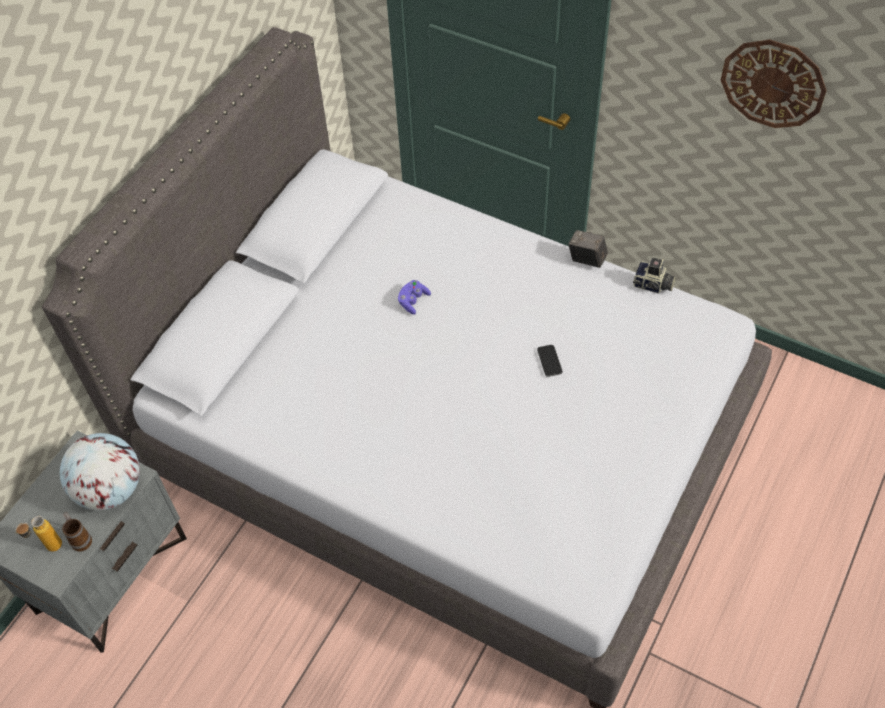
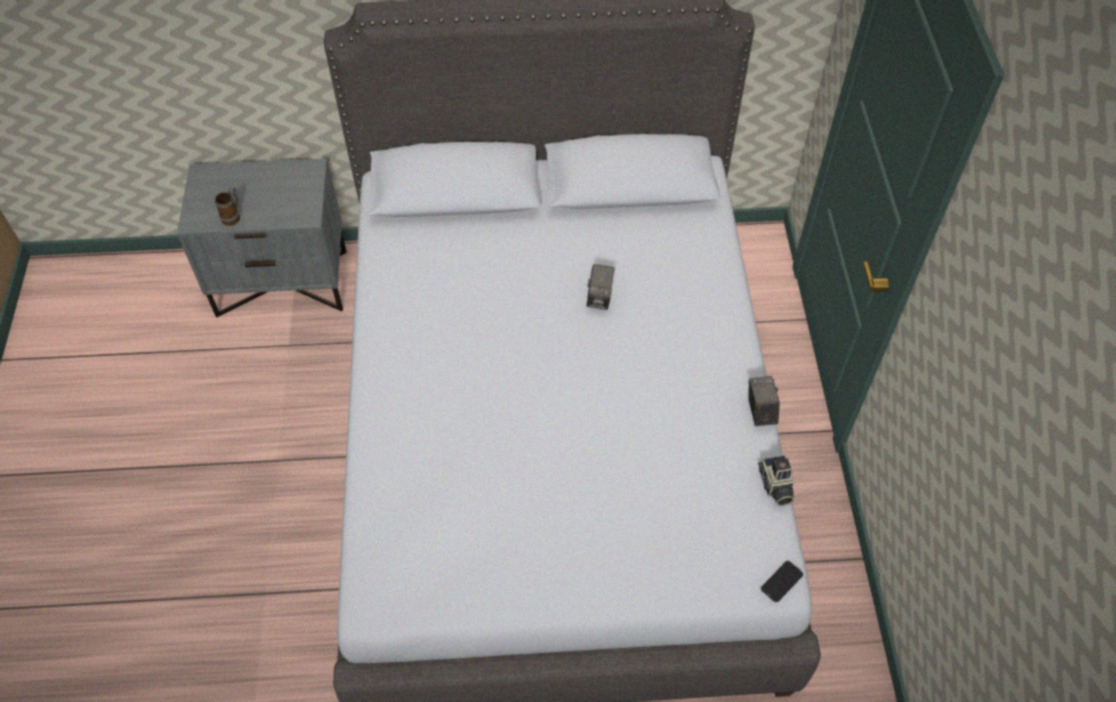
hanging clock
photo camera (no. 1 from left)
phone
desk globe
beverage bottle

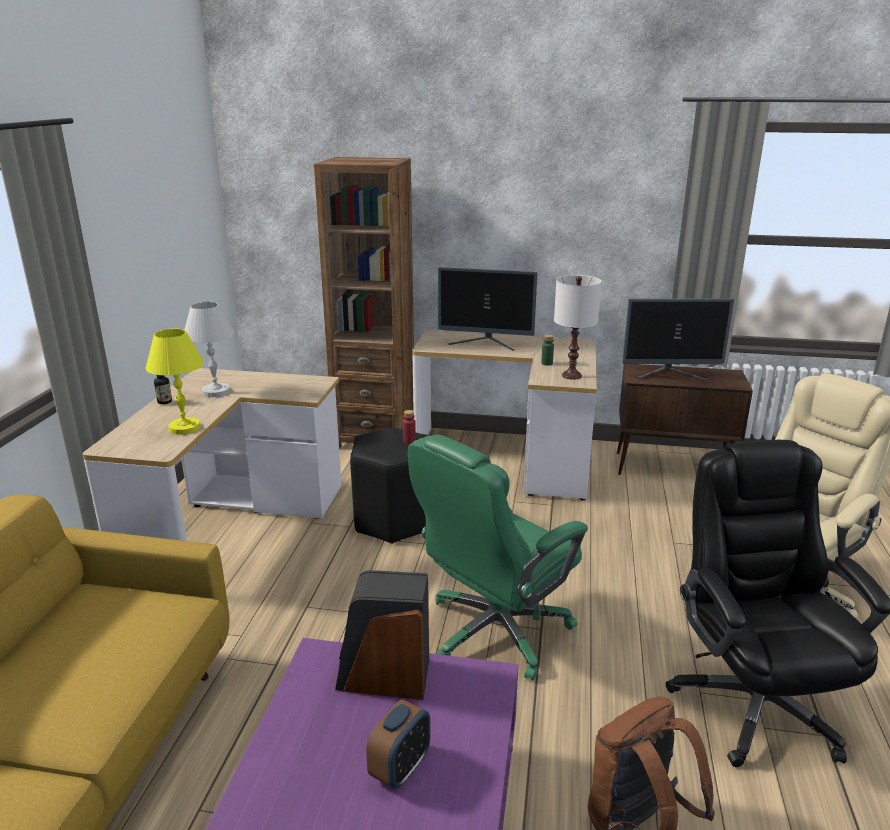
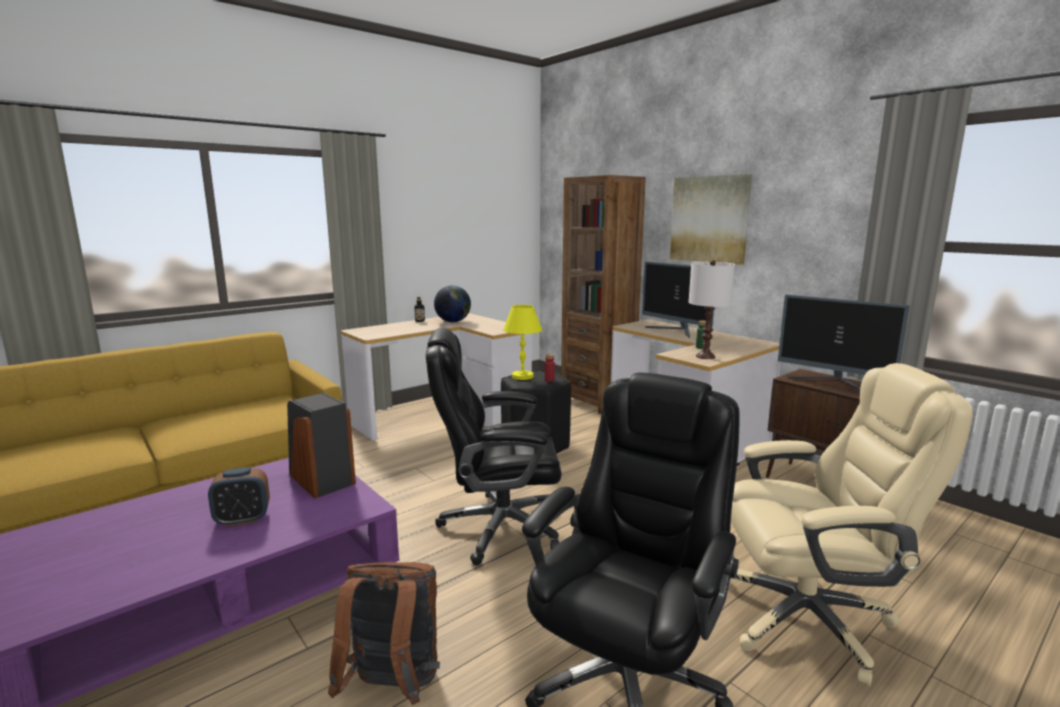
desk globe
yellow-coloured lamp for a table
black-coloured desk chair (no. 1 from left)
wall picture

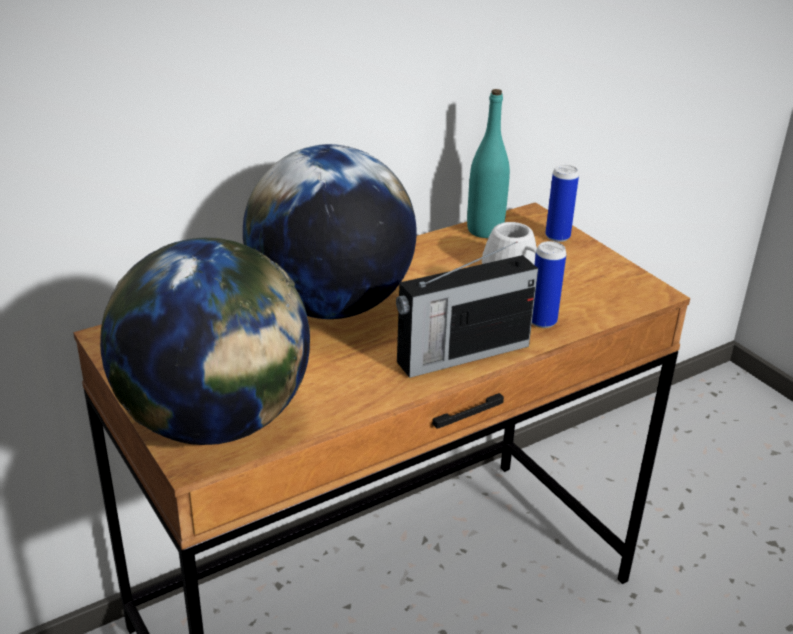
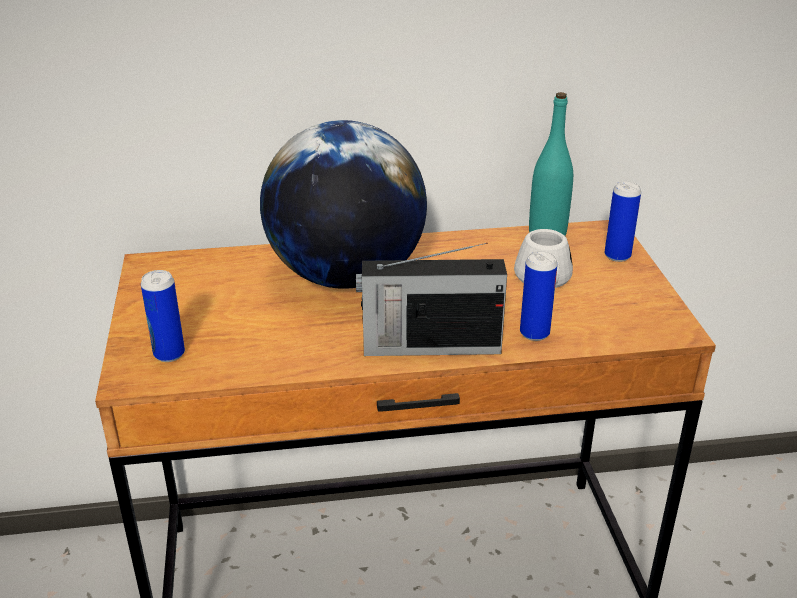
metal can (no. 1 from left)

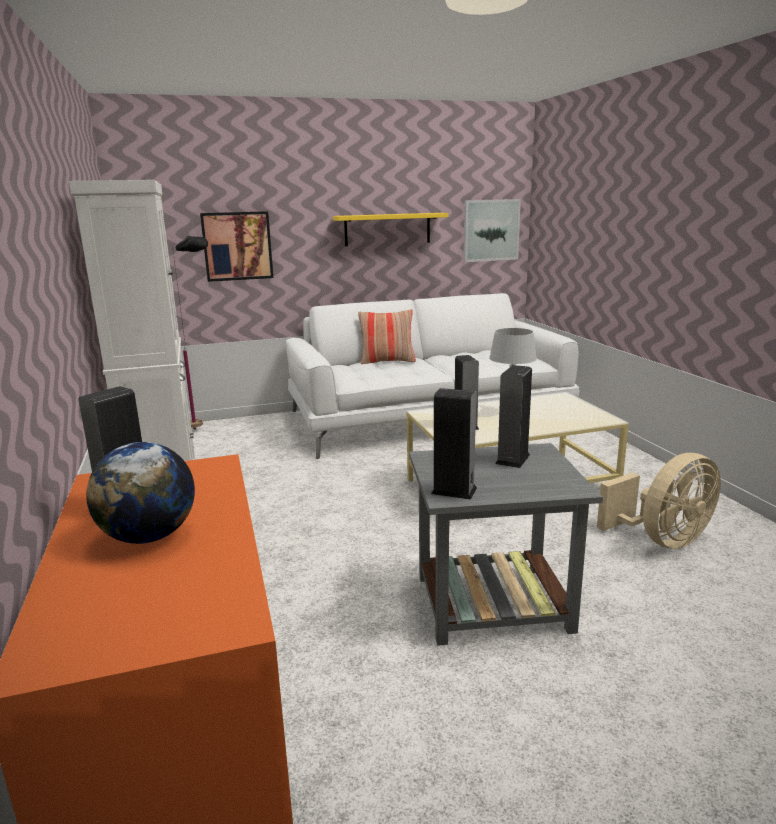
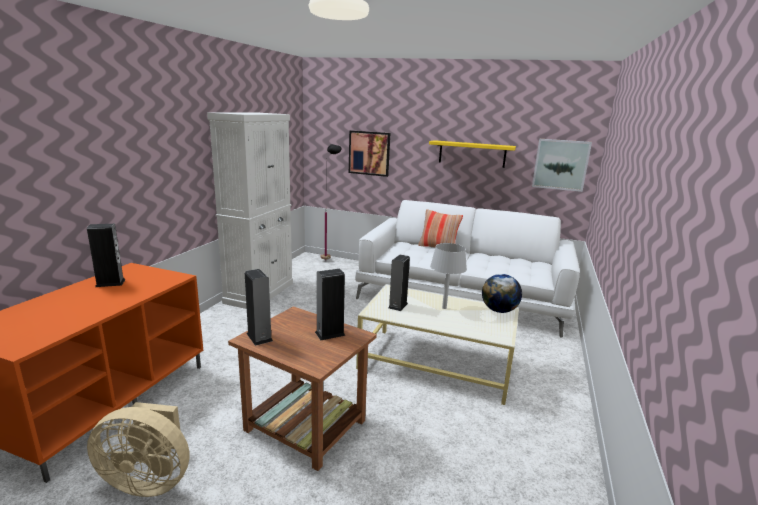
desk globe
brown side table
sand-coloured electric fan

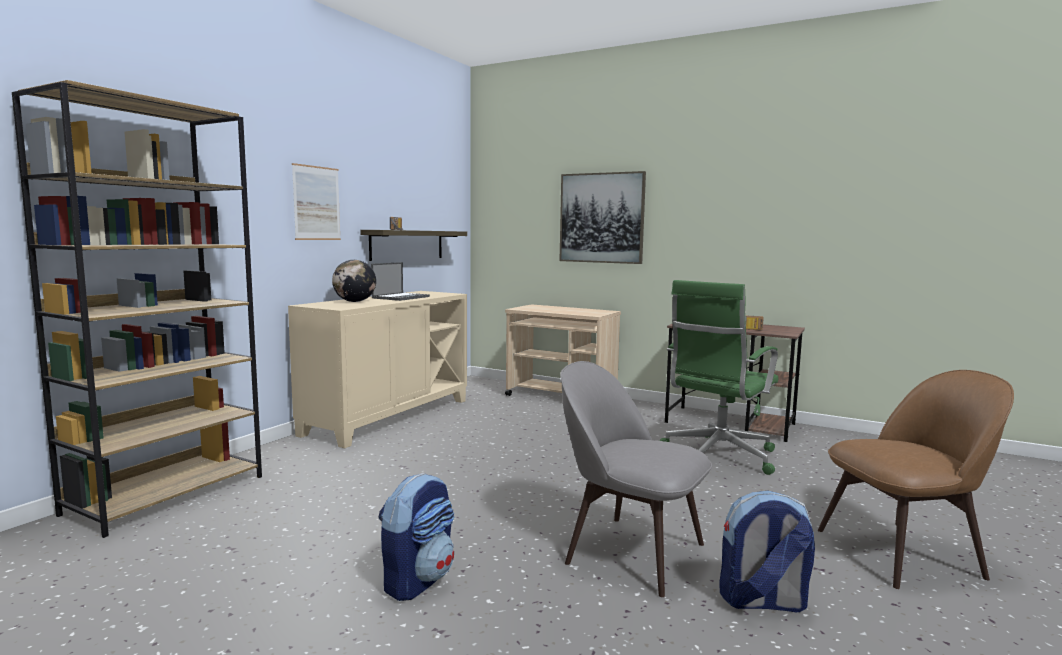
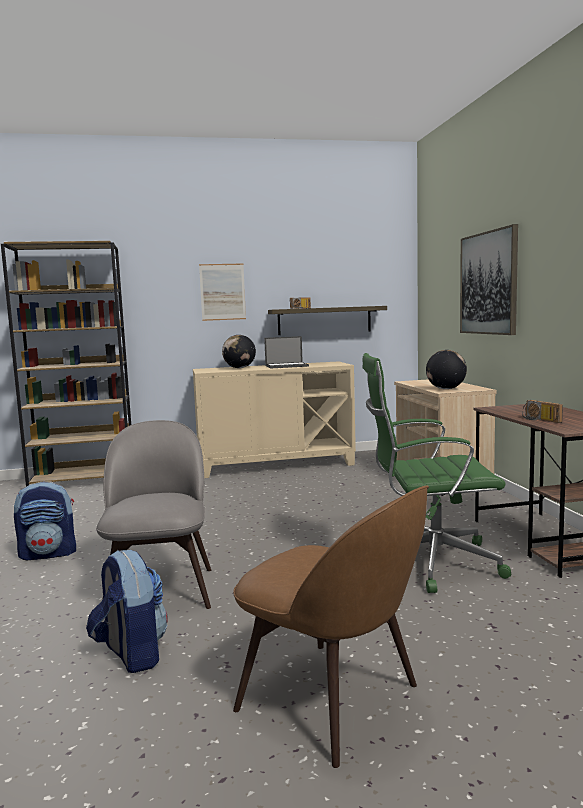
desk globe (no. 2 from left)

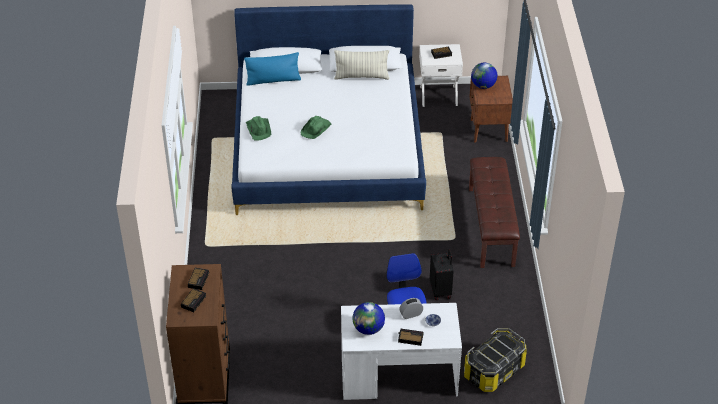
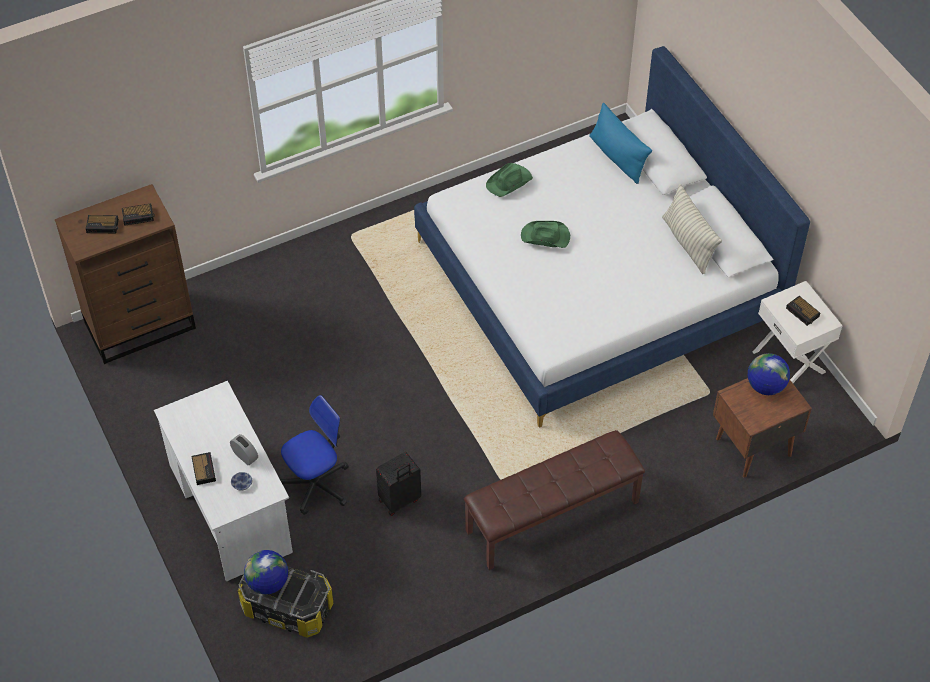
desk globe (no. 1 from left)

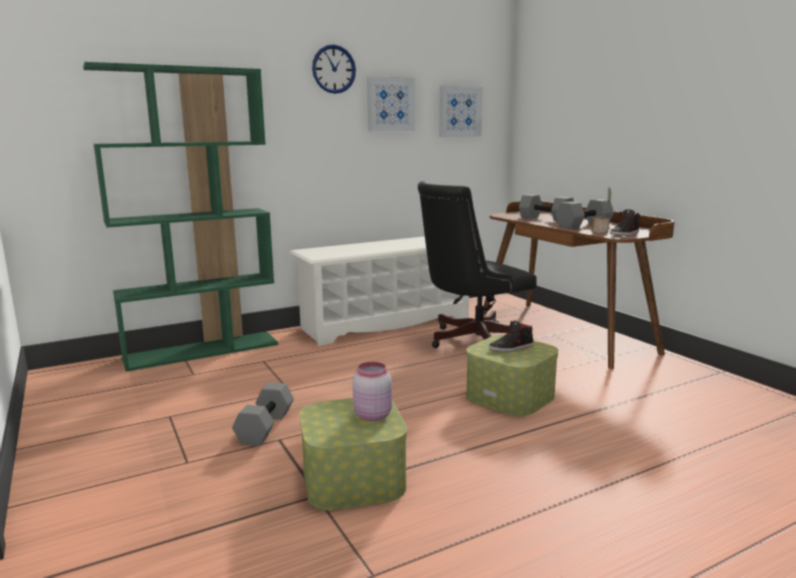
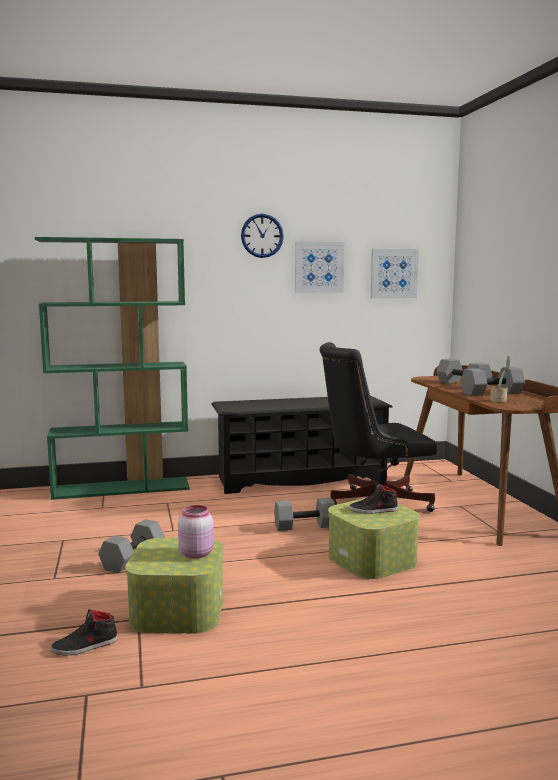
black-coloured low shoe (no. 1 from left)
black-coloured shoe stand
grey hand weight (no. 2 from left)

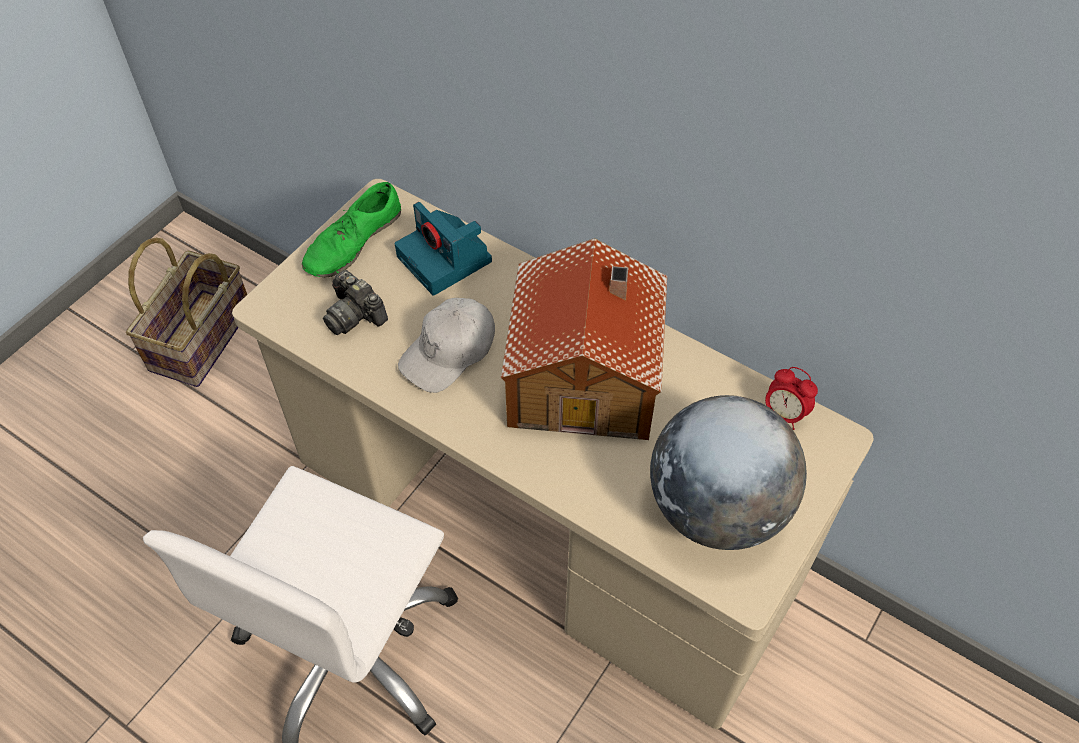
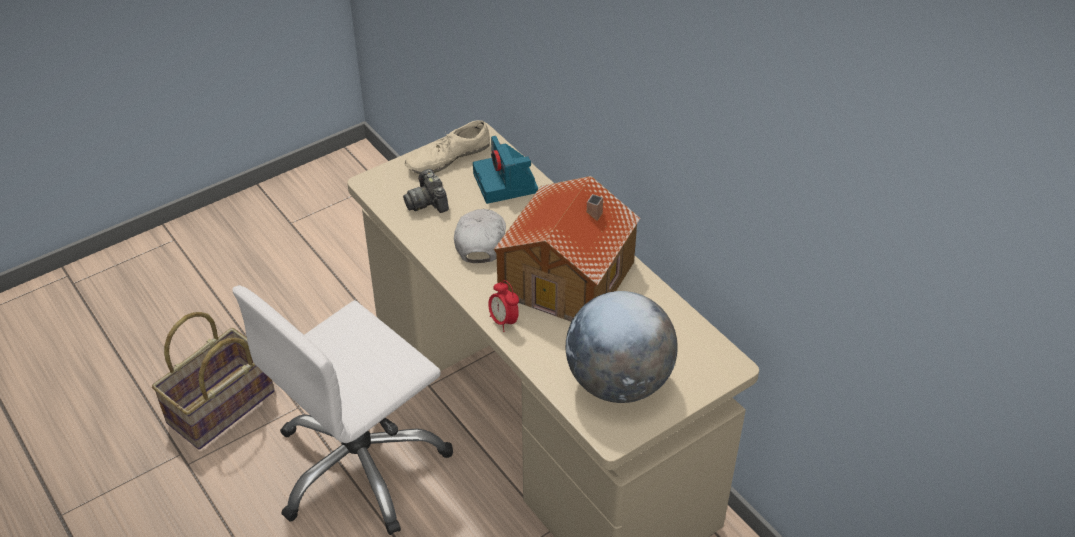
sand-coloured low shoe
household basket
white-coloured cap
table clock

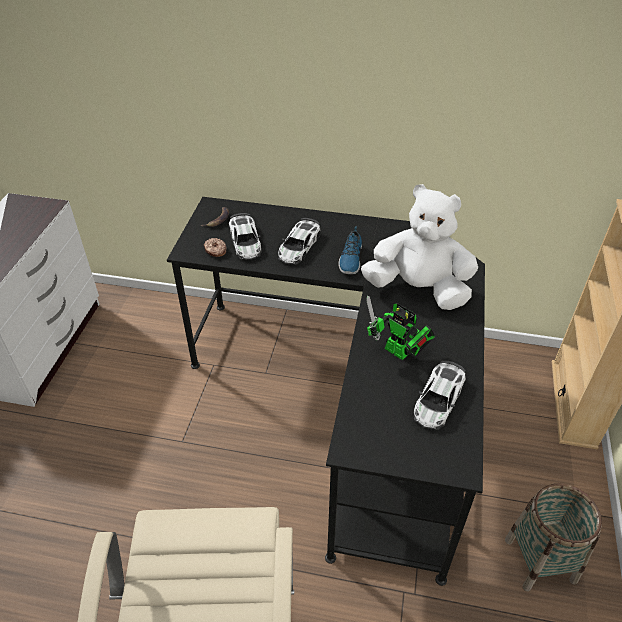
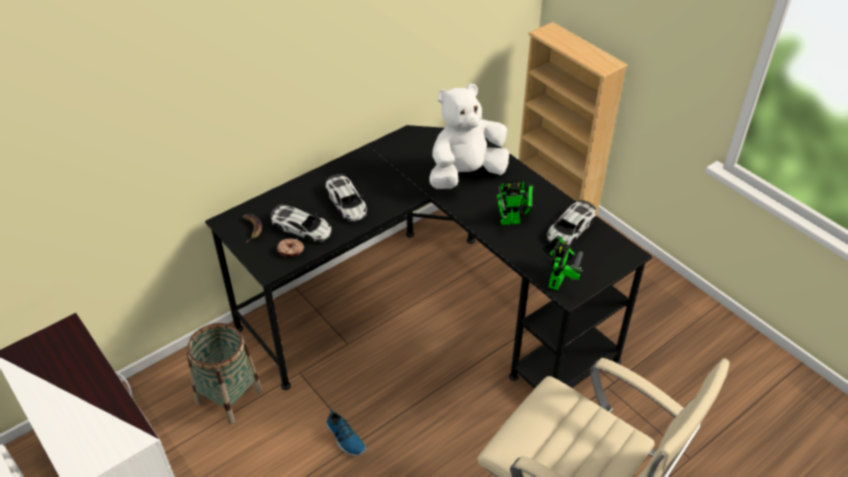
low shoe
model car (no. 3 from left)
household basket
robot figure (no. 2 from left)

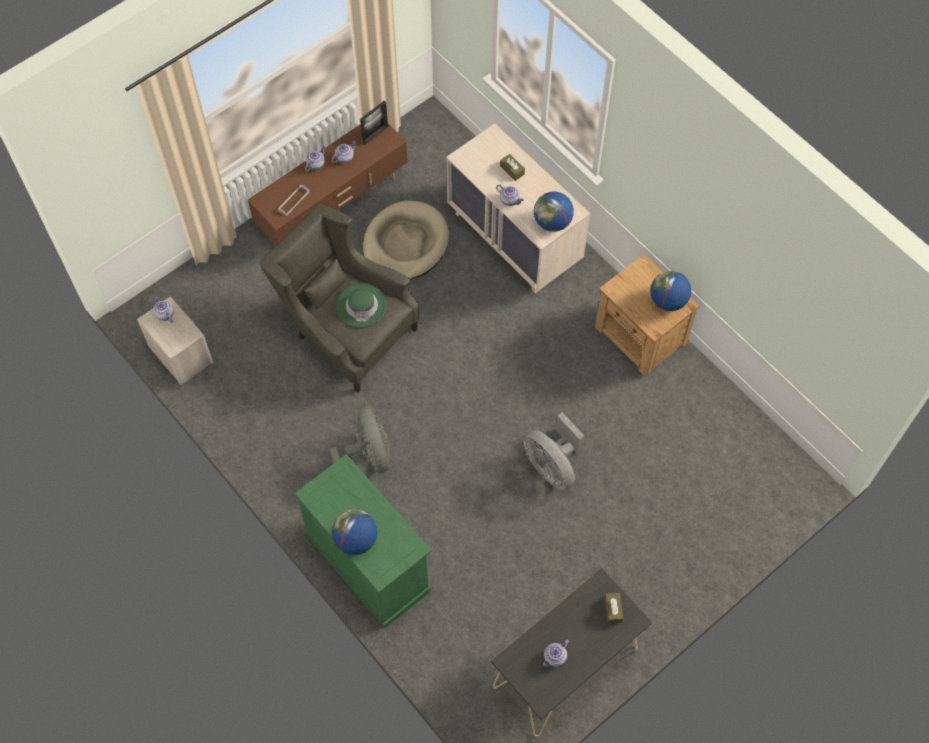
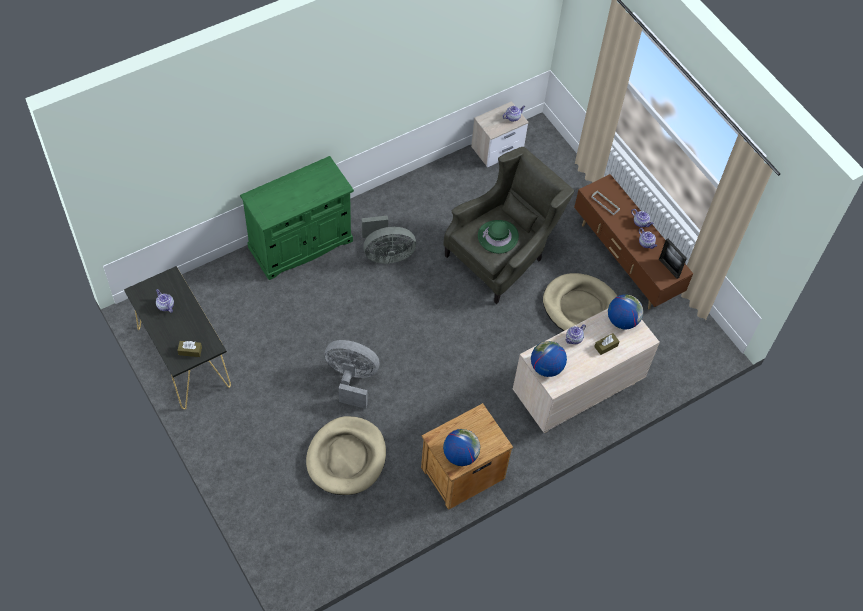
grey electric fan (no. 1 from left)
desk globe (no. 3 from left)
sand-coloured dog bed (no. 1 from left)

